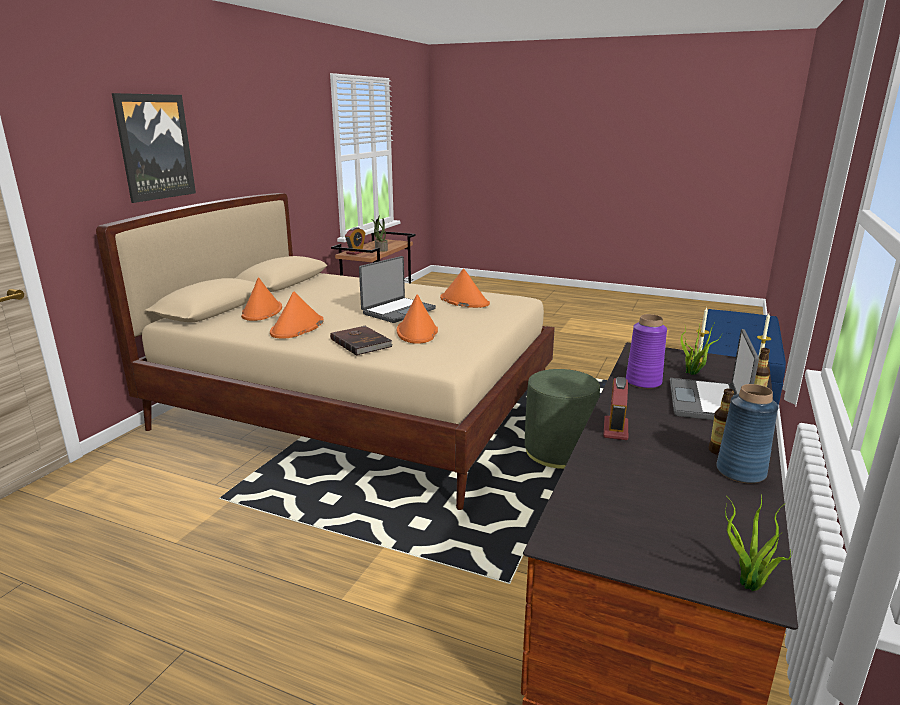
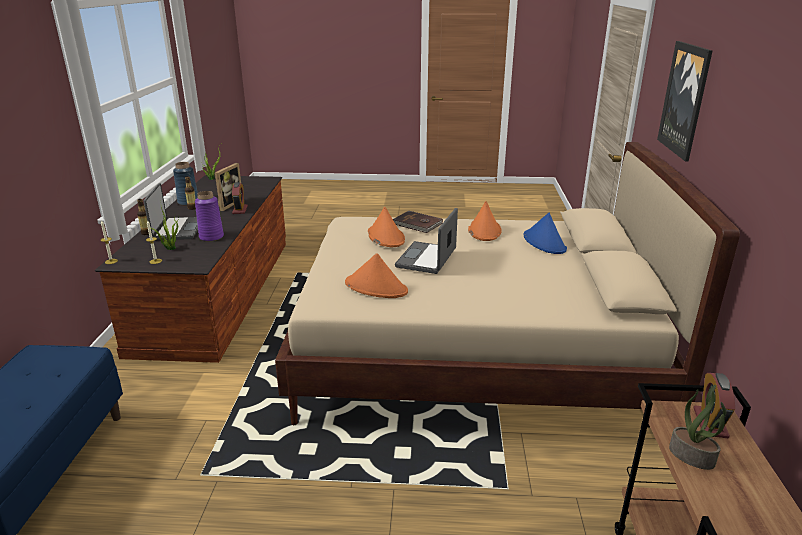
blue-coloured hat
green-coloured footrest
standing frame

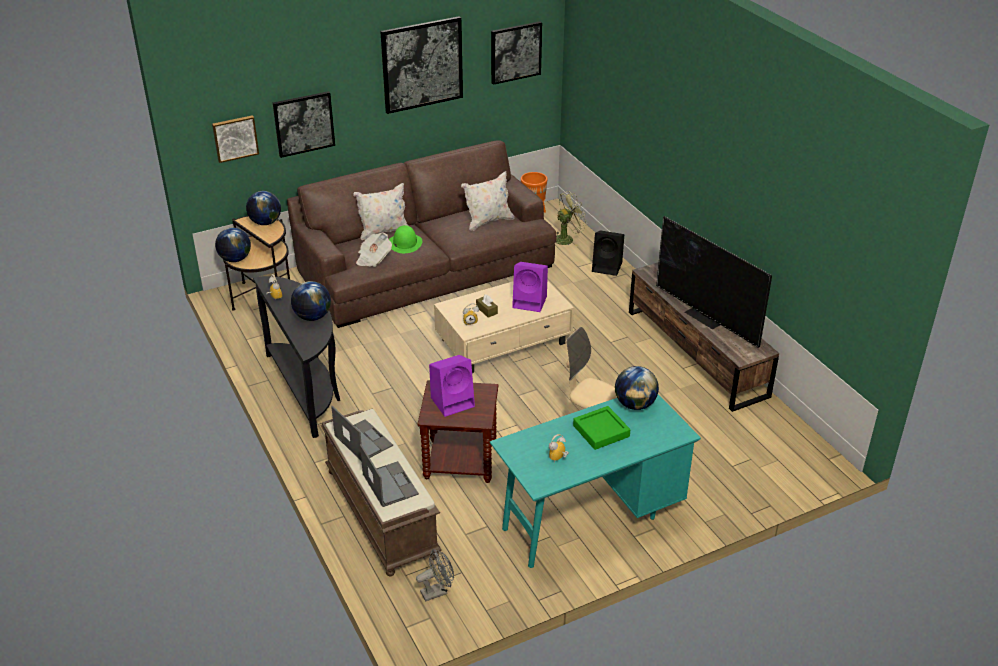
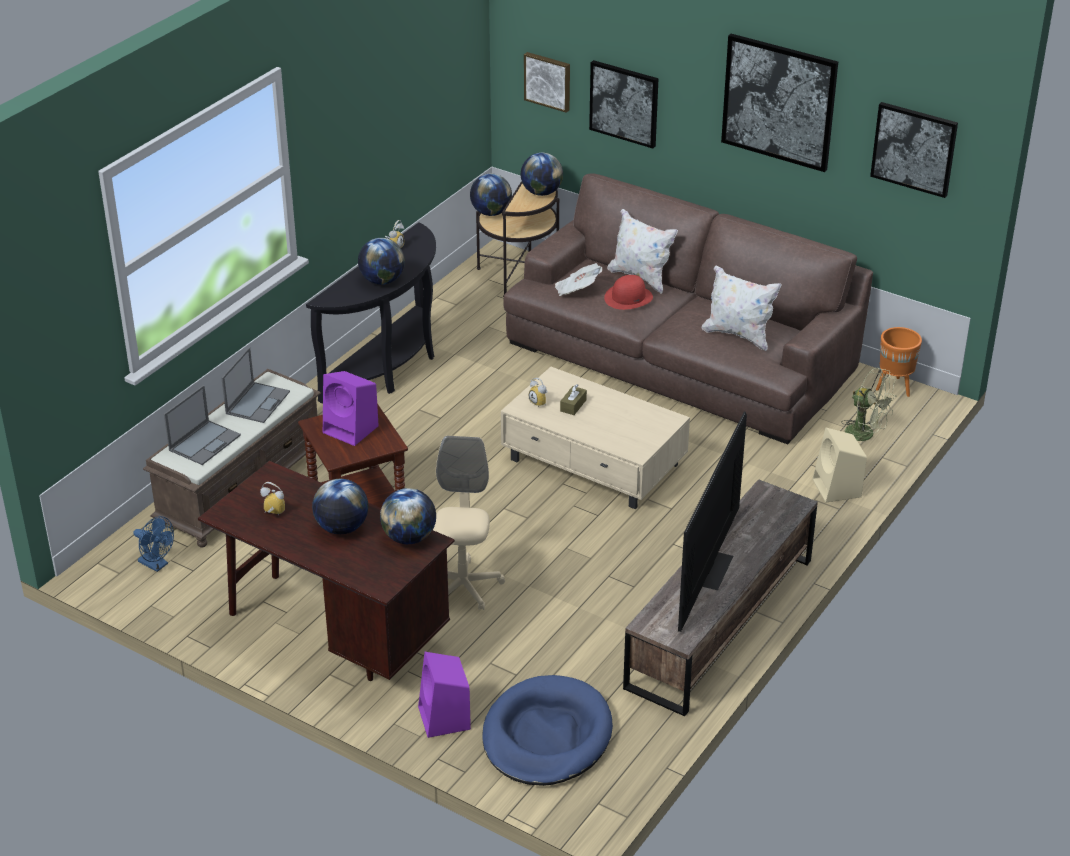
red hat
sand-coloured loudspeaker
purple loudspeaker (no. 2 from left)
brown desk
desk globe (no. 1 from left)
blue-coloured electric fan
blue-coloured dog bed

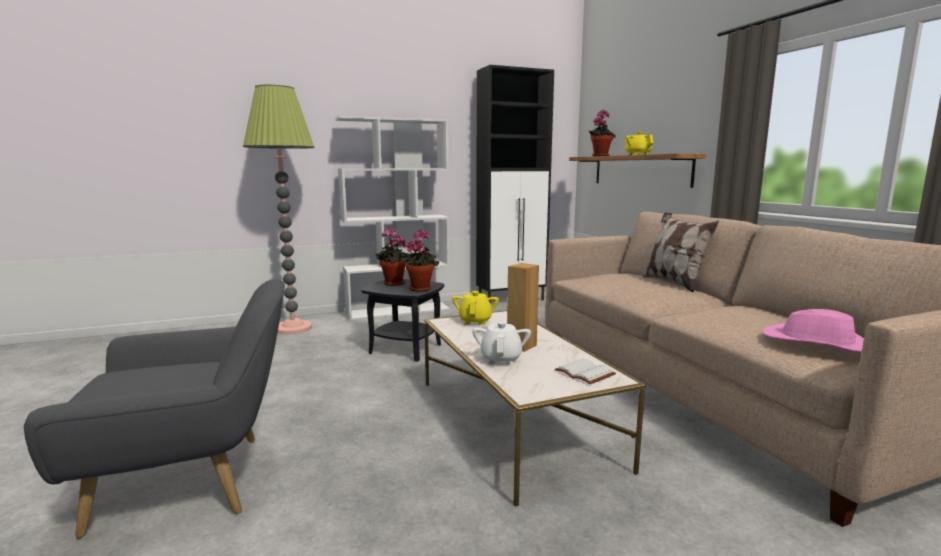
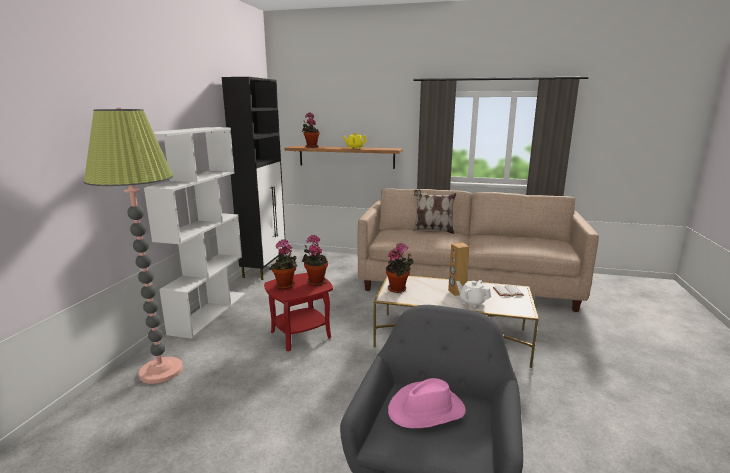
red side table
houseplant (no. 4 from left)
pinkish hat

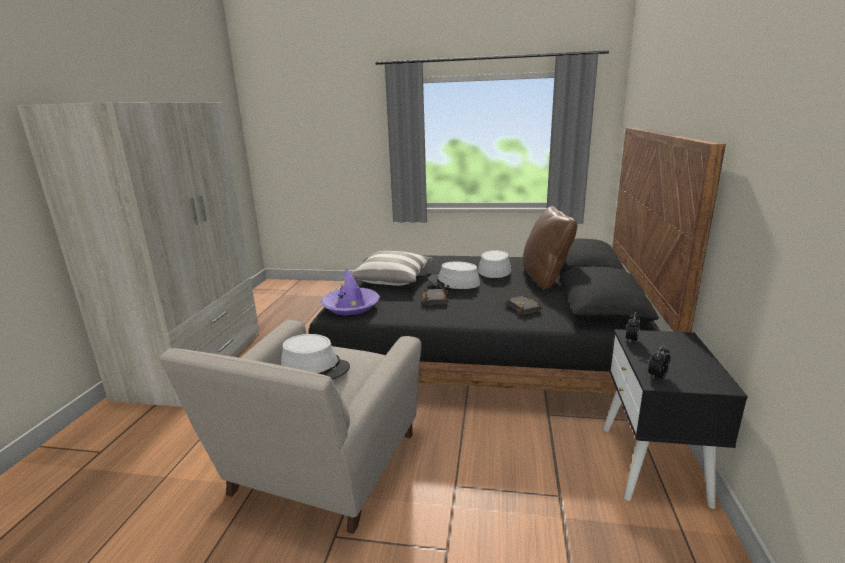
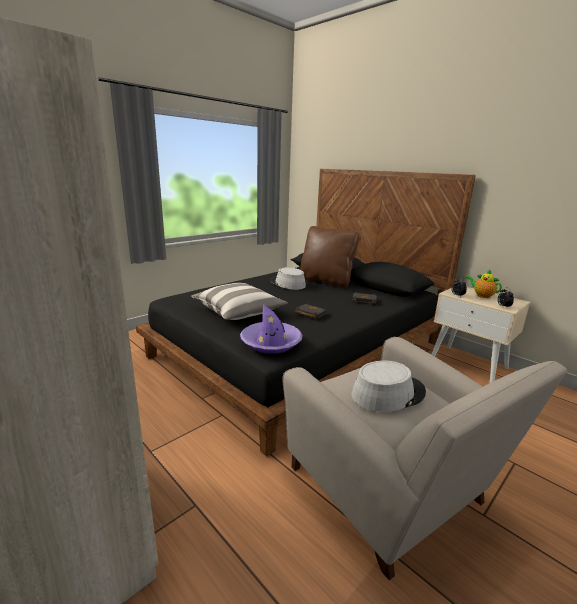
grey hat (no. 2 from left in the first image)
sand-coloured bedside table
pot for tea

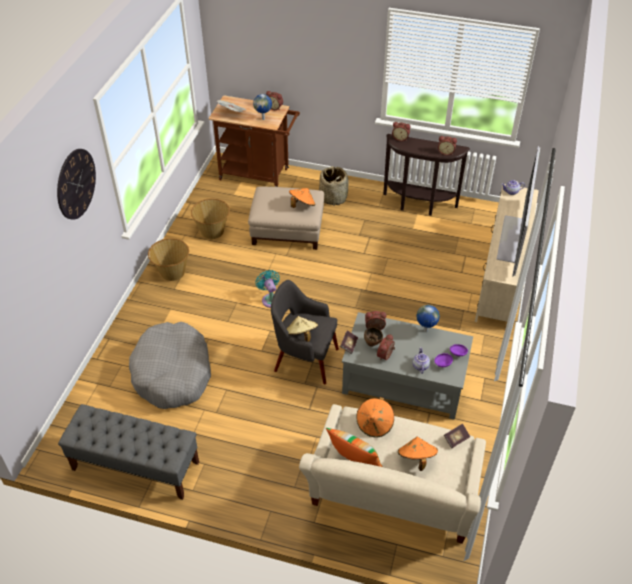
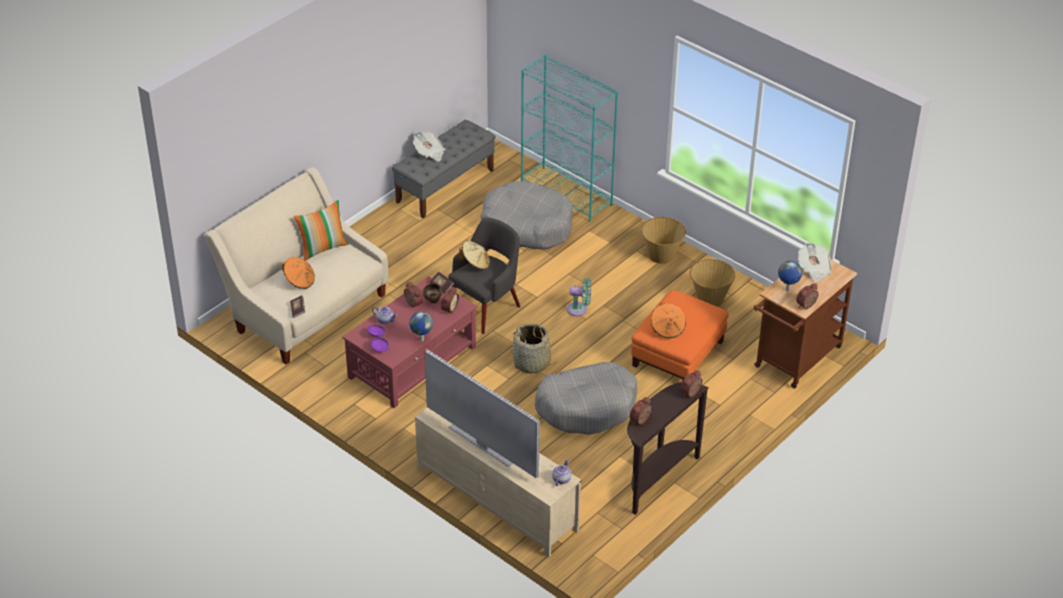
hanging clock
household basket (no. 1 from left)
orangey footrest
red low table
orangey hat (no. 2 from left in the first image)
turquoise-coloured bookshelf
printed paper (no. 1 from left)
grey dog bed (no. 2 from left)

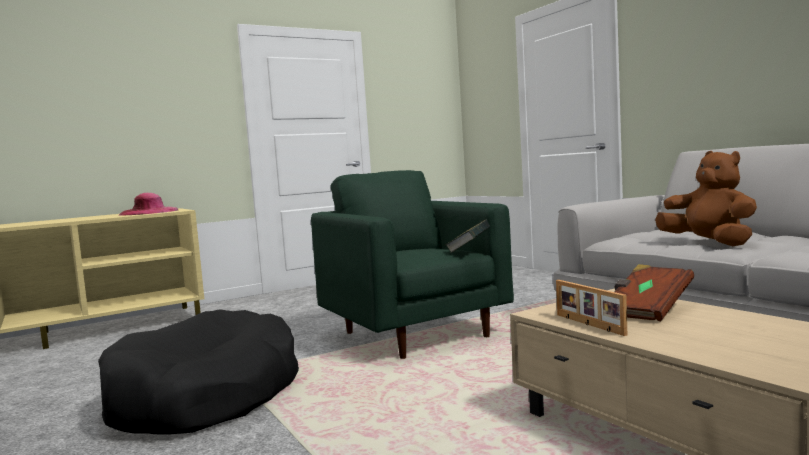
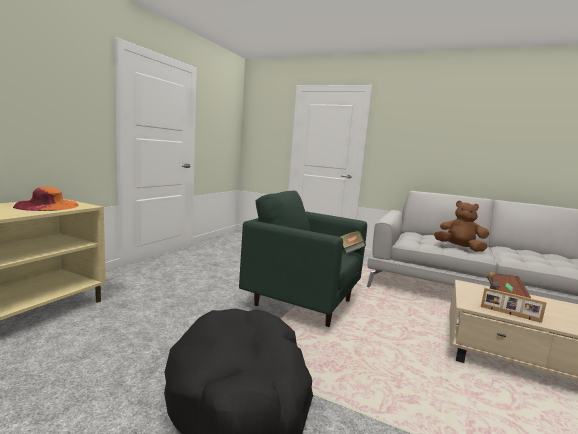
orangey hat

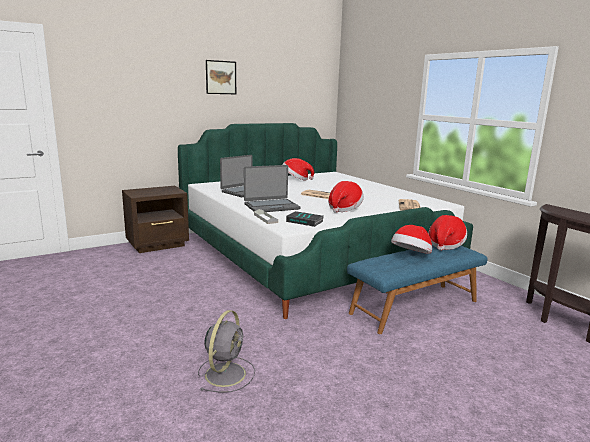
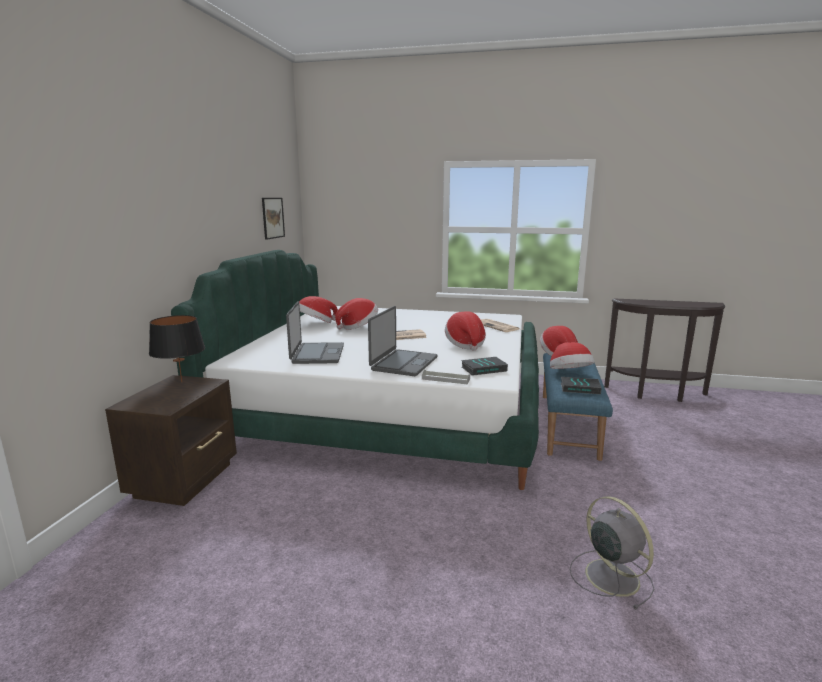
wall picture
hat (no. 2 from left)
black-coloured lamp for a table
book (no. 2 from left)

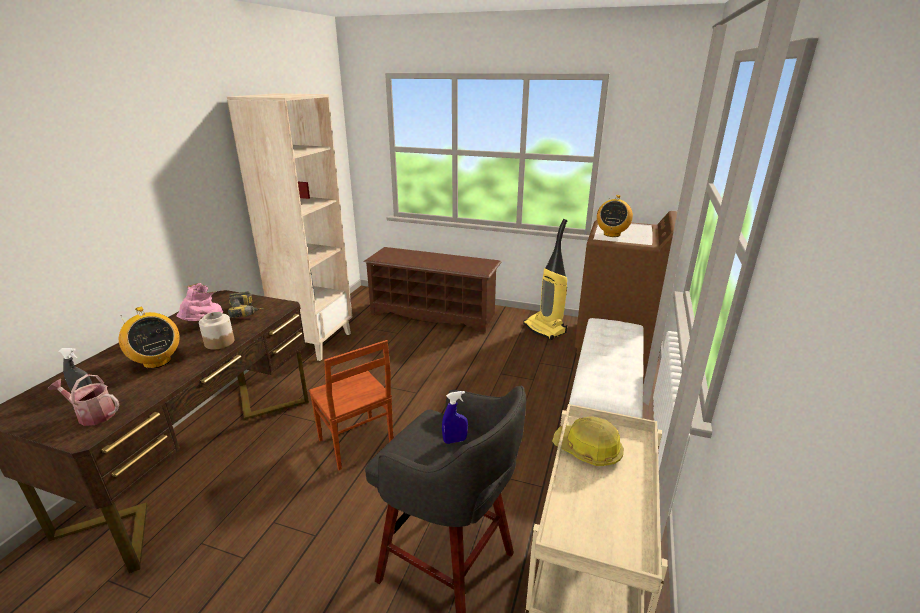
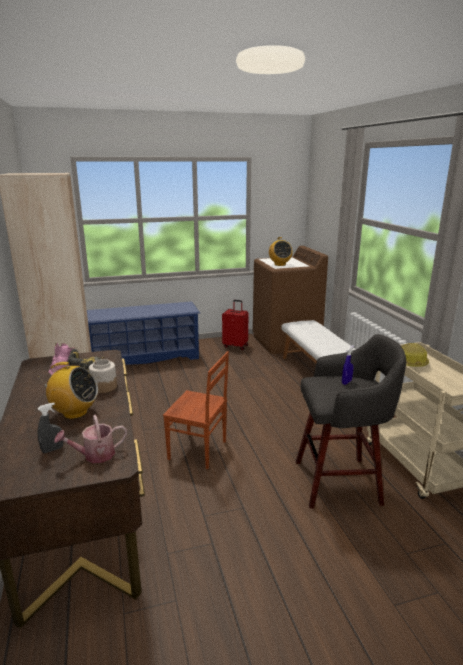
red suitcase
blue-coloured shoe stand

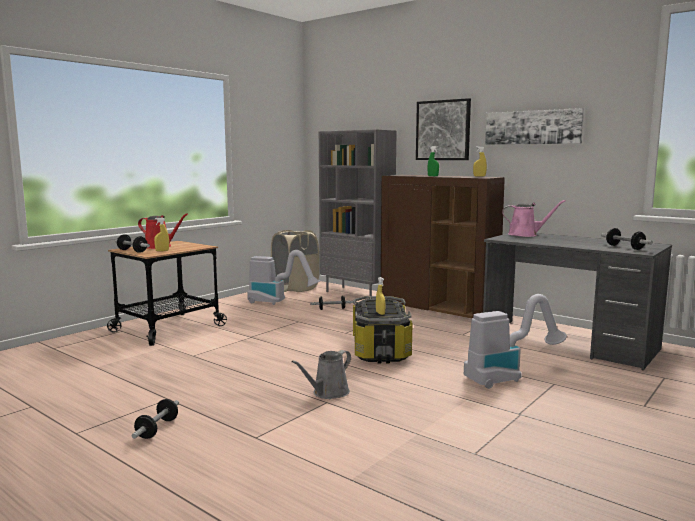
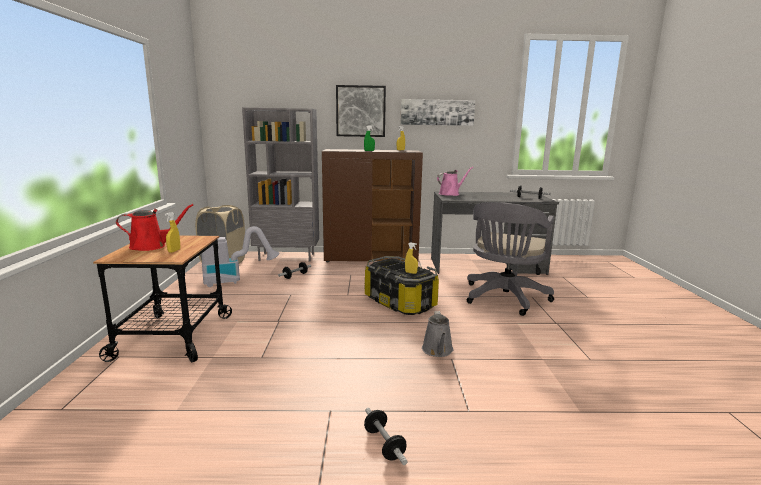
hand weight (no. 1 from left in the first image)
grey desk chair

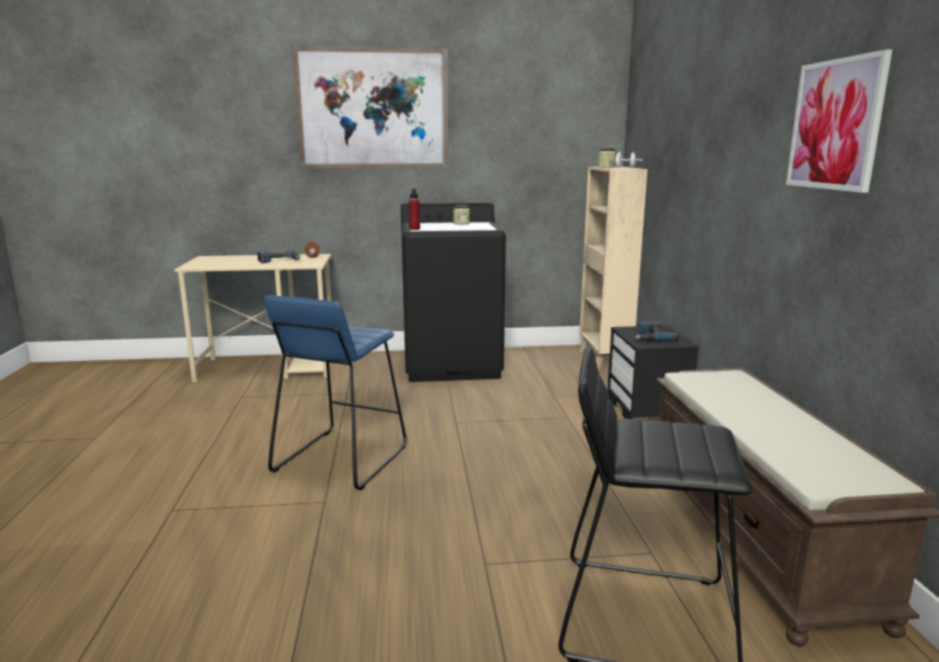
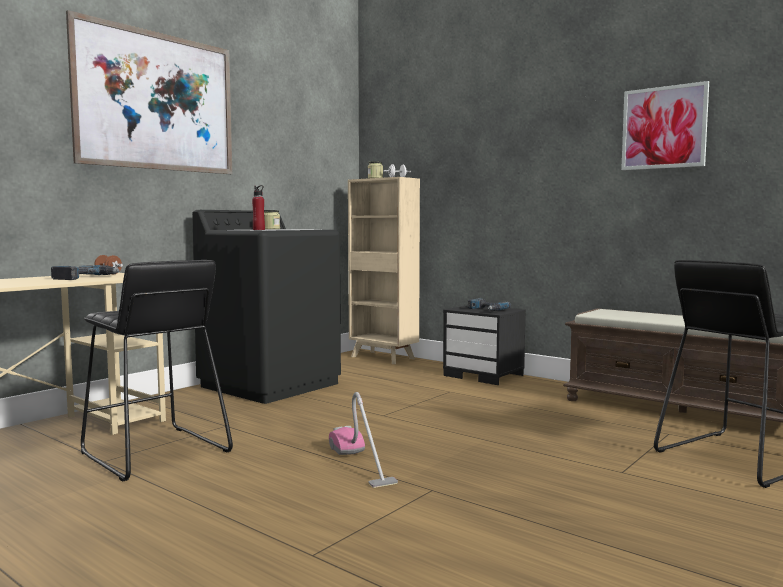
vacuum
black-coloured stool (no. 1 from left)

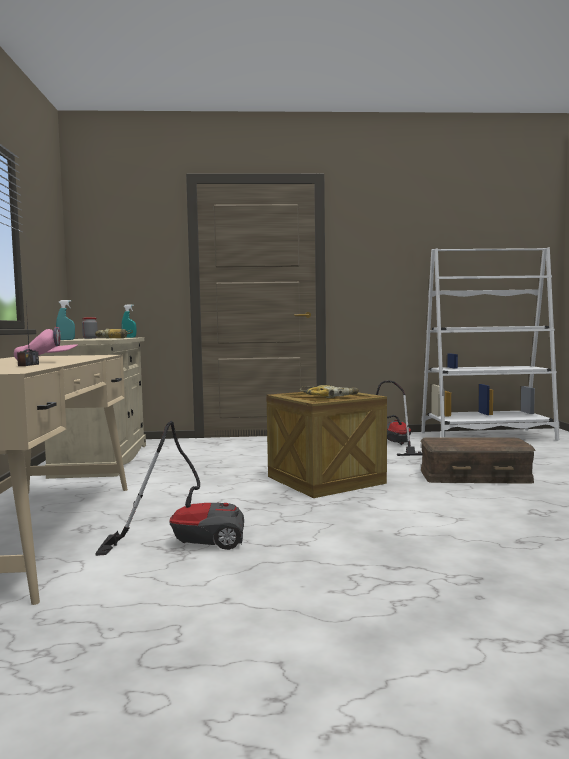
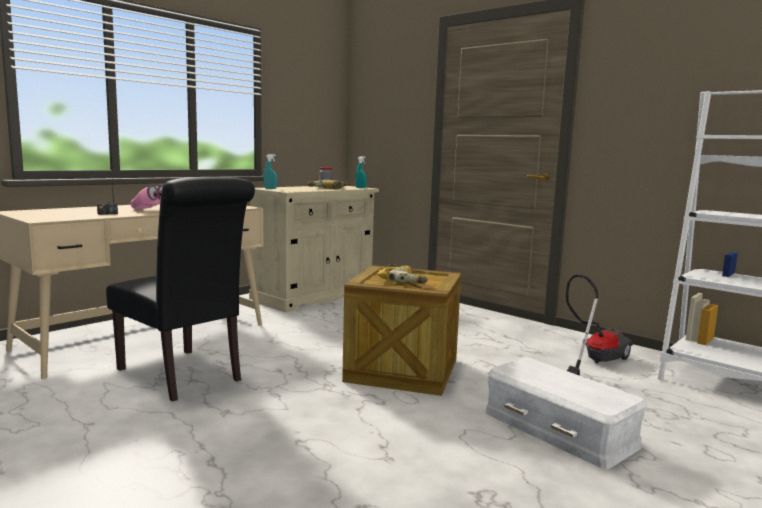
black-coloured chair
white-coloured storage bin

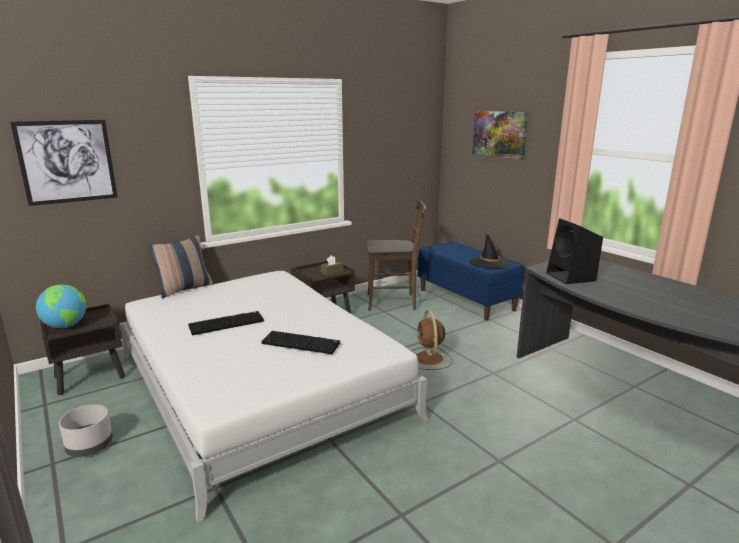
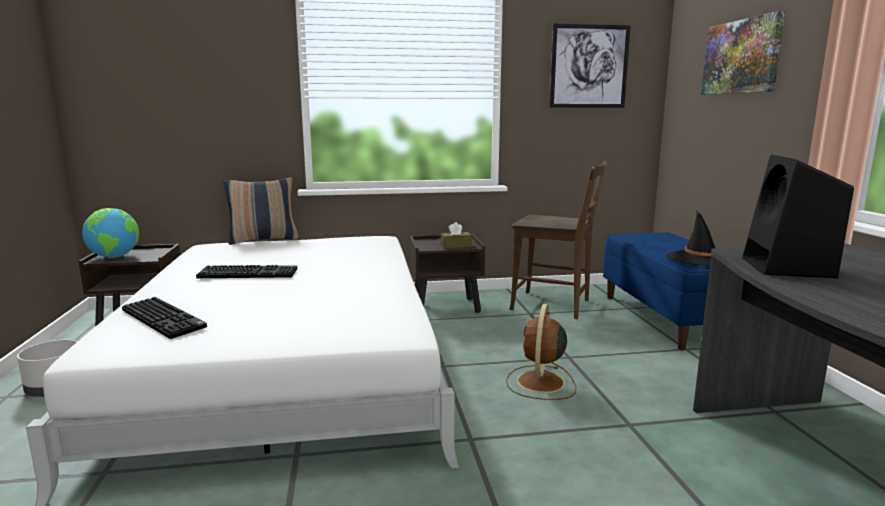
wall picture (no. 1 from left)
keyboard (no. 1 from left)

